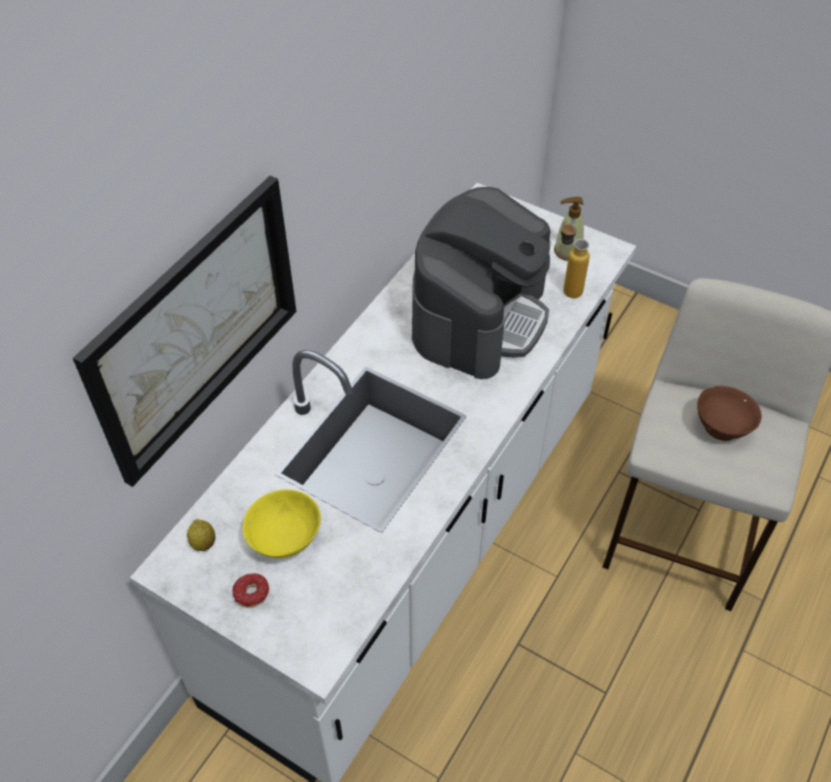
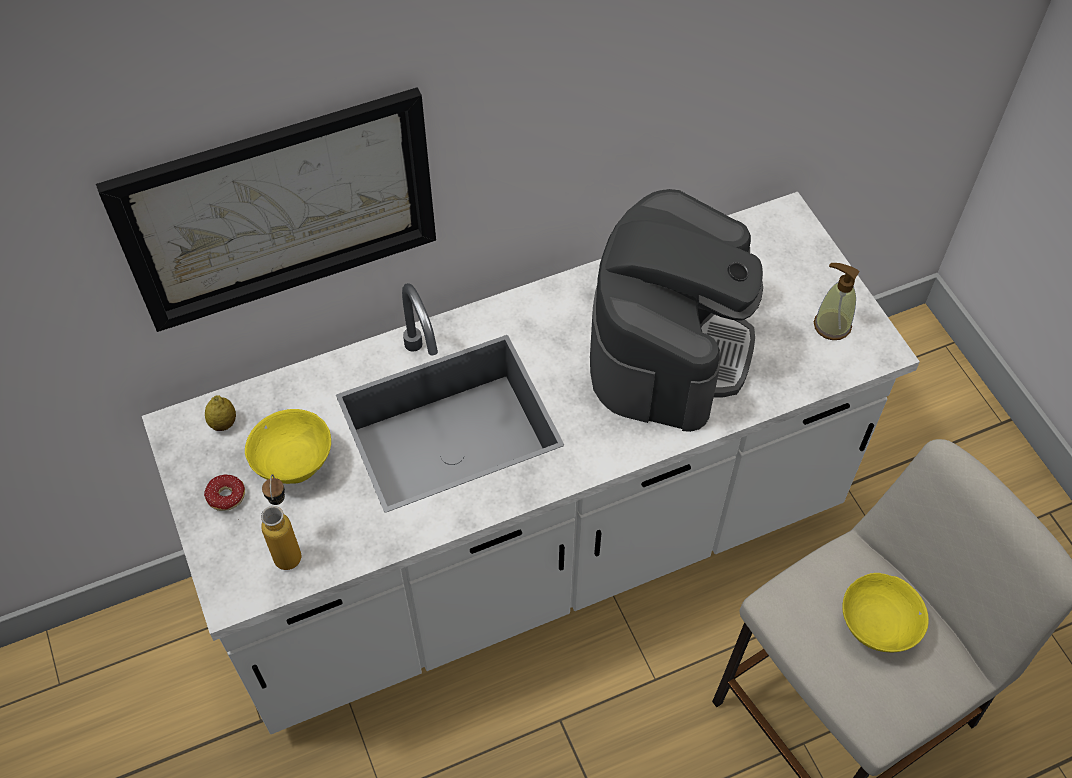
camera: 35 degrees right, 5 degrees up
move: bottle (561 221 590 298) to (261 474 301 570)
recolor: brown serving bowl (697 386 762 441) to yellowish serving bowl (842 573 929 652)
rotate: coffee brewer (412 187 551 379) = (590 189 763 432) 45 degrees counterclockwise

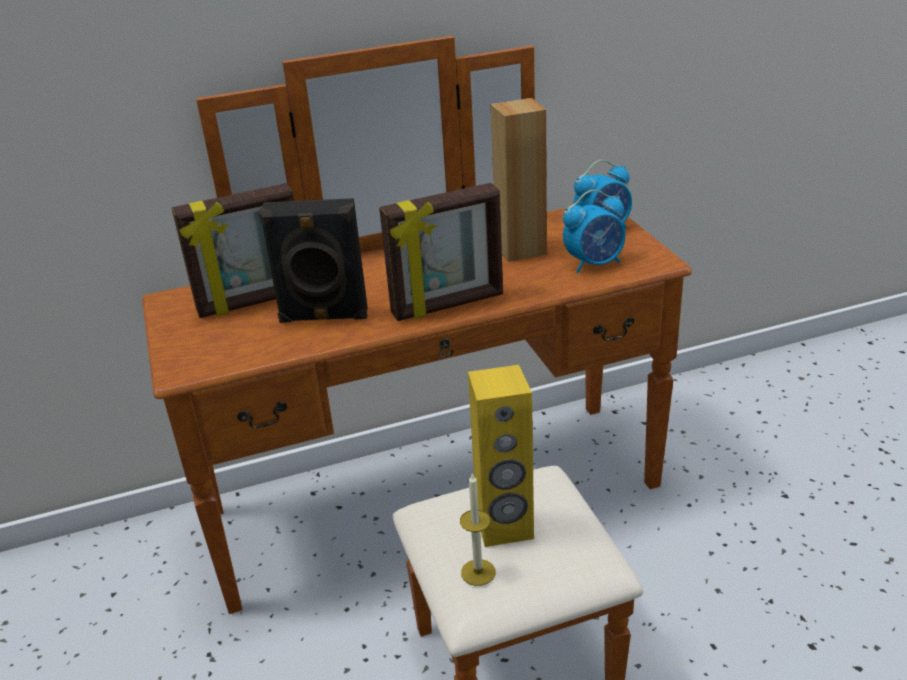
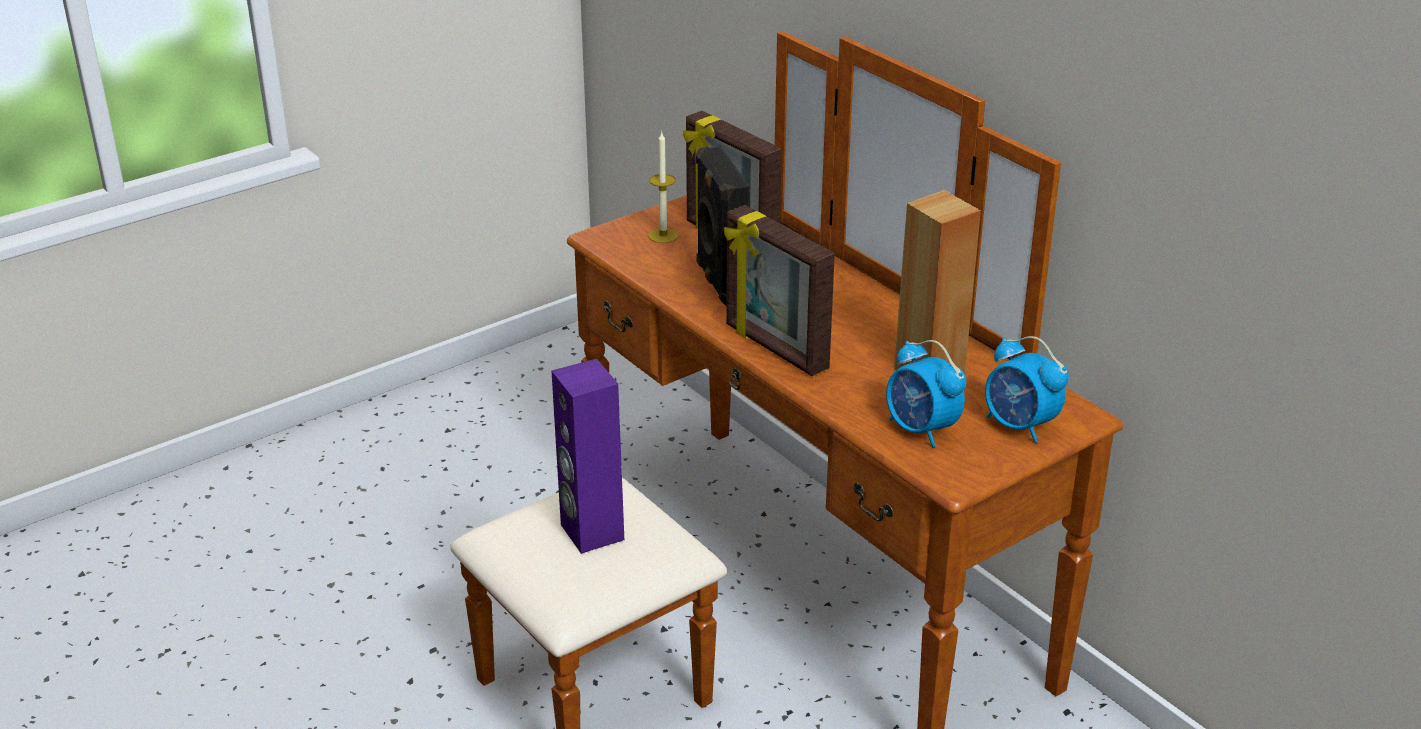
camera: 70 degrees right, 0 degrees up
move: wax light (460 474 496 586) to (648 131 679 243)
recolor: yellowish loudspeaker (468 365 534 547) to purple-coloured loudspeaker (551 359 624 554)

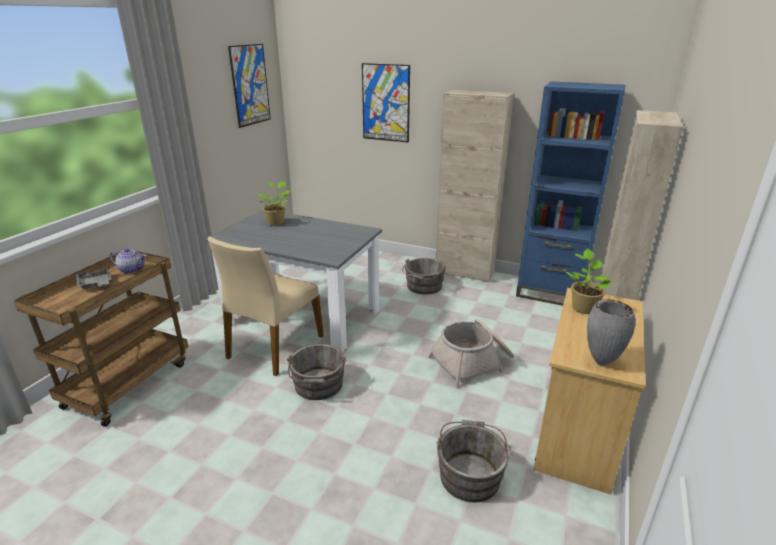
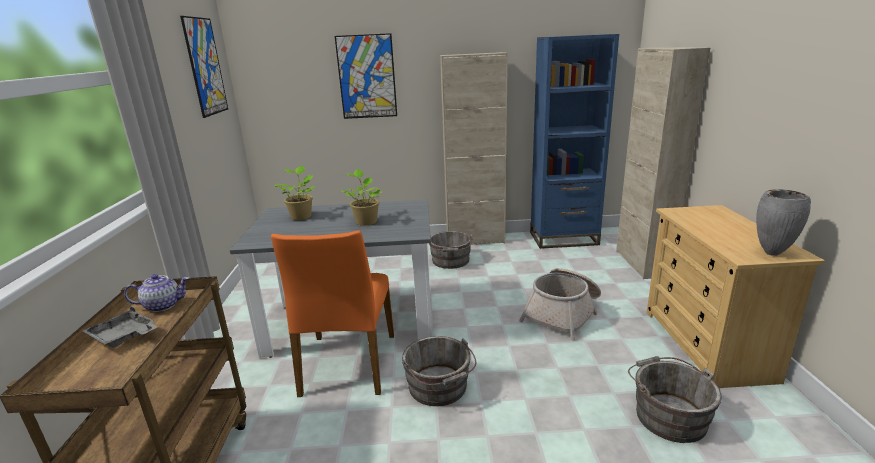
camera: 25 degrees left, 5 degrees down
move: plant in a pot (566 249 613 314) to (340 169 382 226)
recolor: beige-coloured plain chair (208 236 324 376) to orange-coloured plain chair (271 230 394 397)

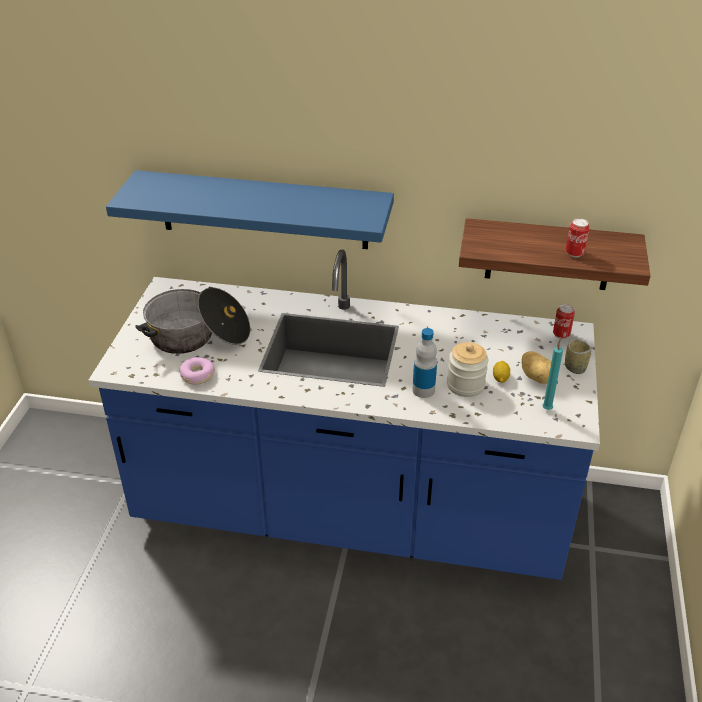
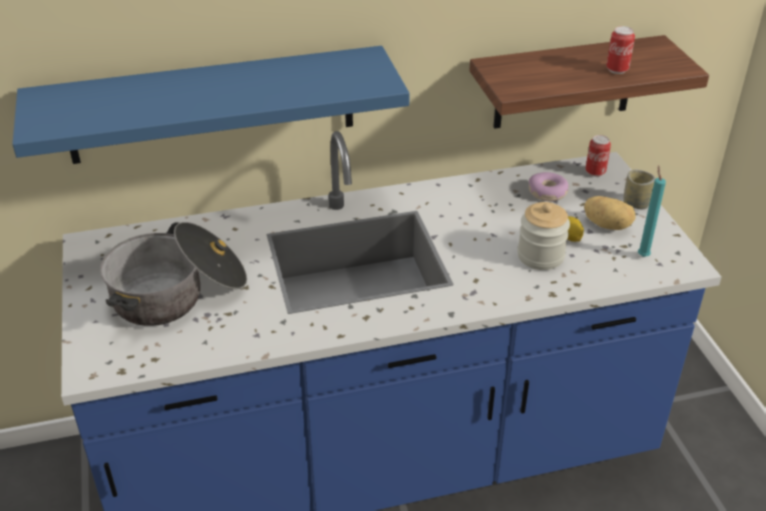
camera: 25 degrees left, 0 degrees up
delete: bottle (412 328 437 398)
move: donut (179 357 215 385) to (529 172 569 201)

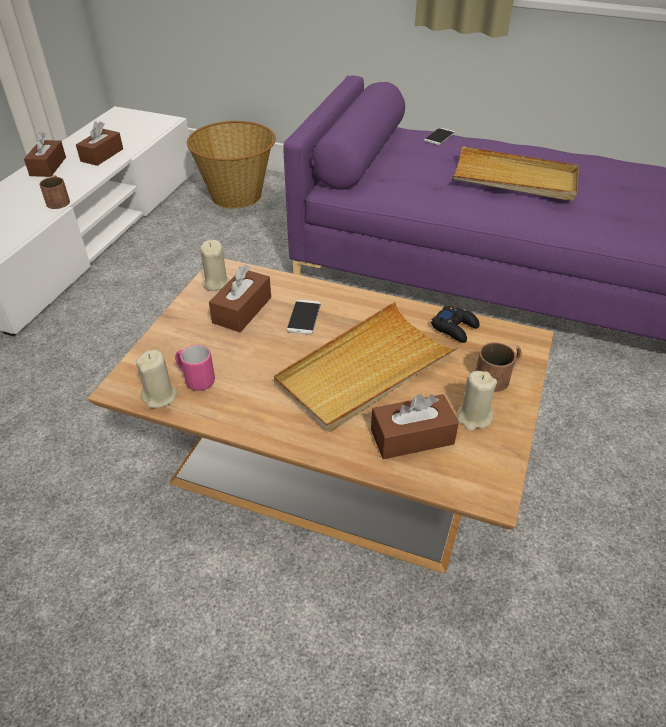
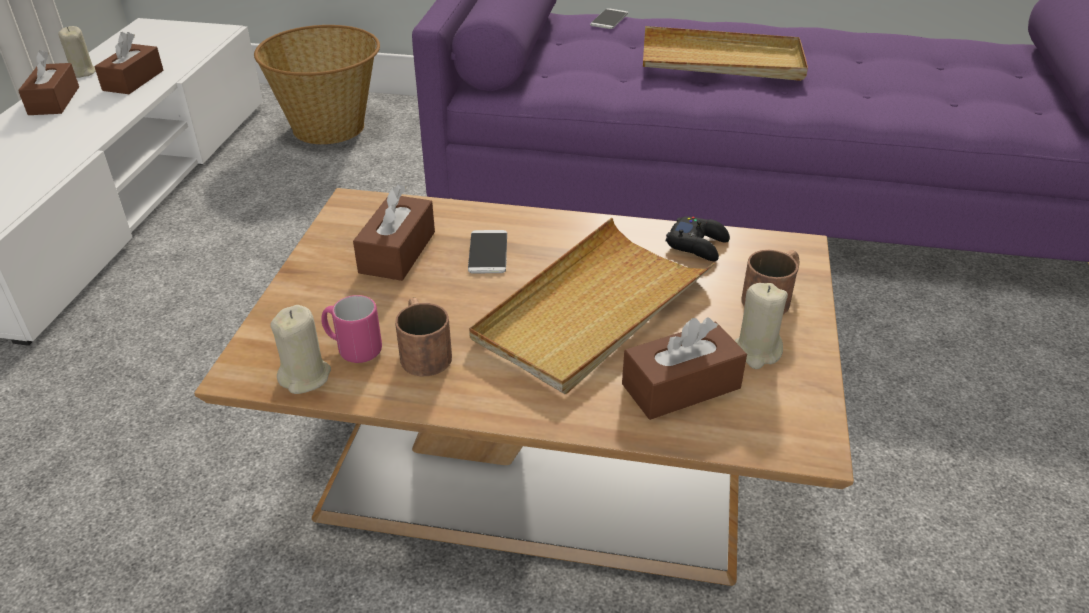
camera: 10 degrees left, 5 degrees down
move: beige-coloured wax light (200 240 230 291) to (58 26 96 78); brown coffee mug (39 175 70 209) to (395 298 452 376)

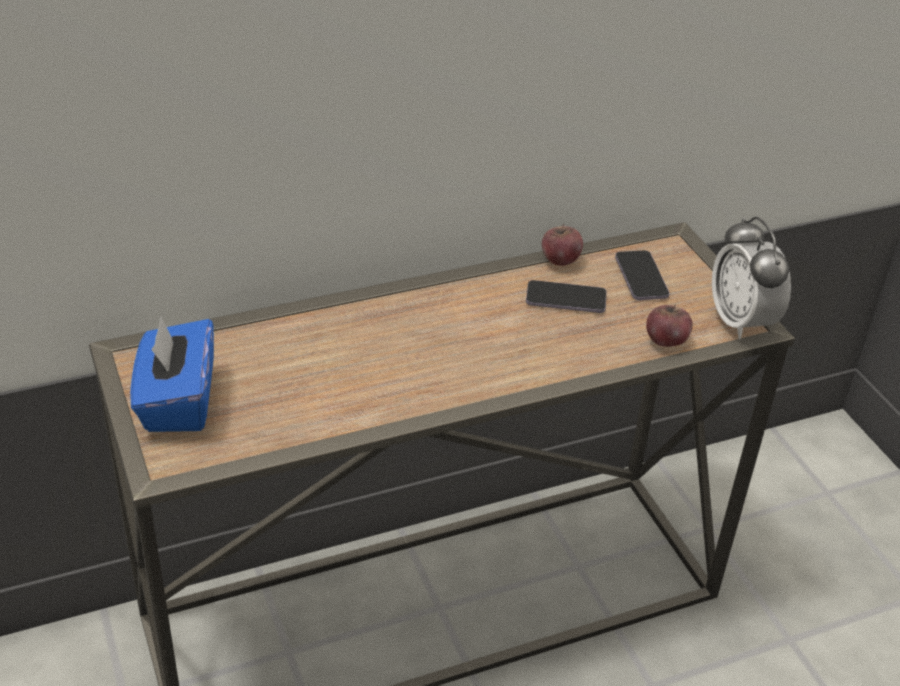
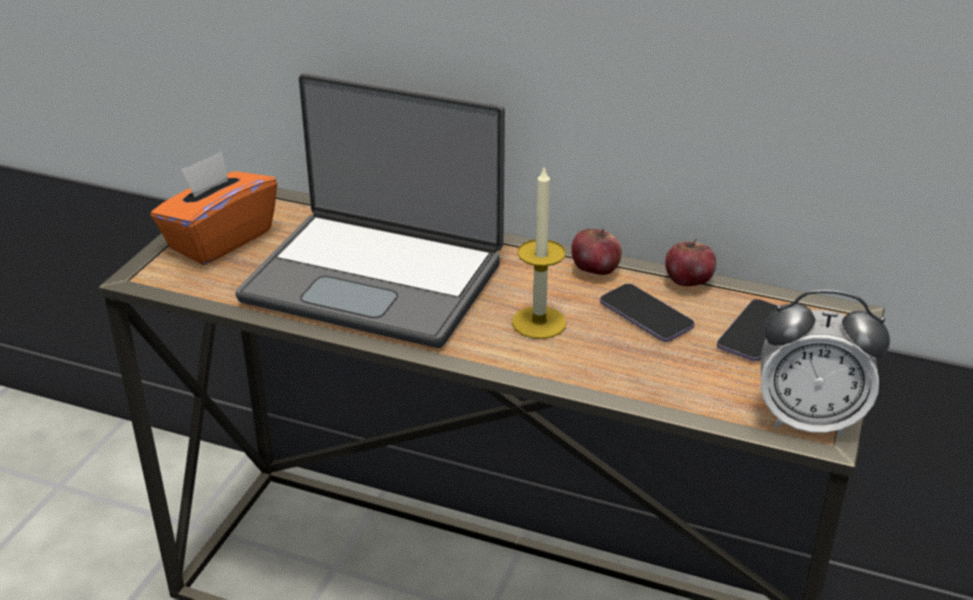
camera: 45 degrees right, 5 degrees down
insert: laptop (236 72 505 348); wax light (512 165 566 339)
move: whole apple (646 304 693 347) to (572 229 622 275)
recolor: blue tissue box (130 317 214 432) to orange-coloured tissue box (151 152 277 265)
rotate: alarm clock (712 217 791 339) = (761 290 890 437) 105 degrees counterclockwise

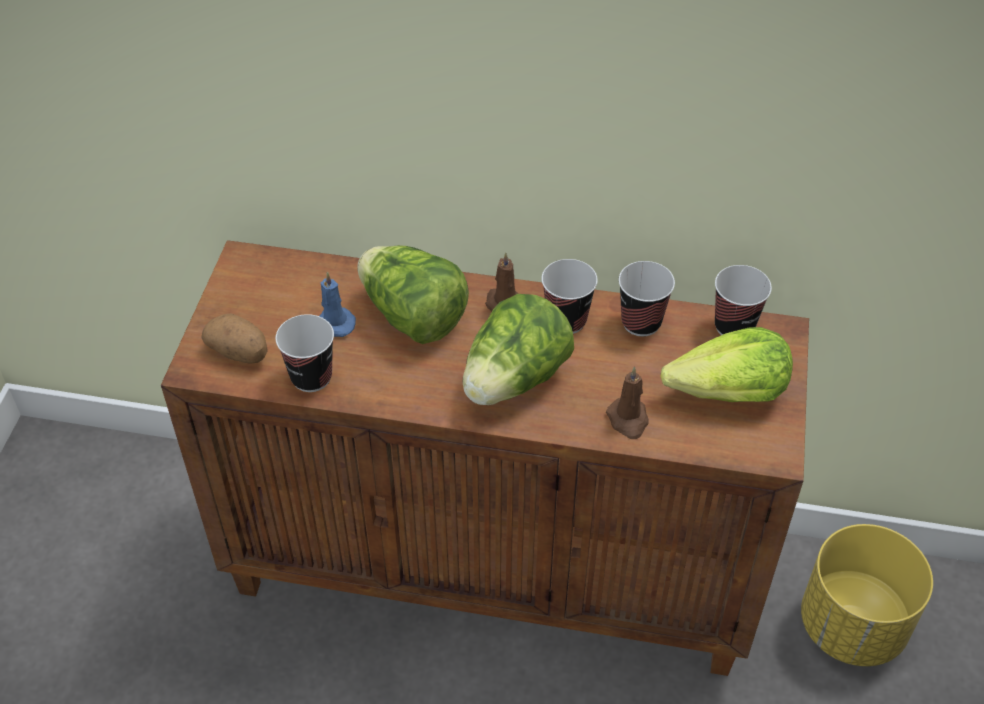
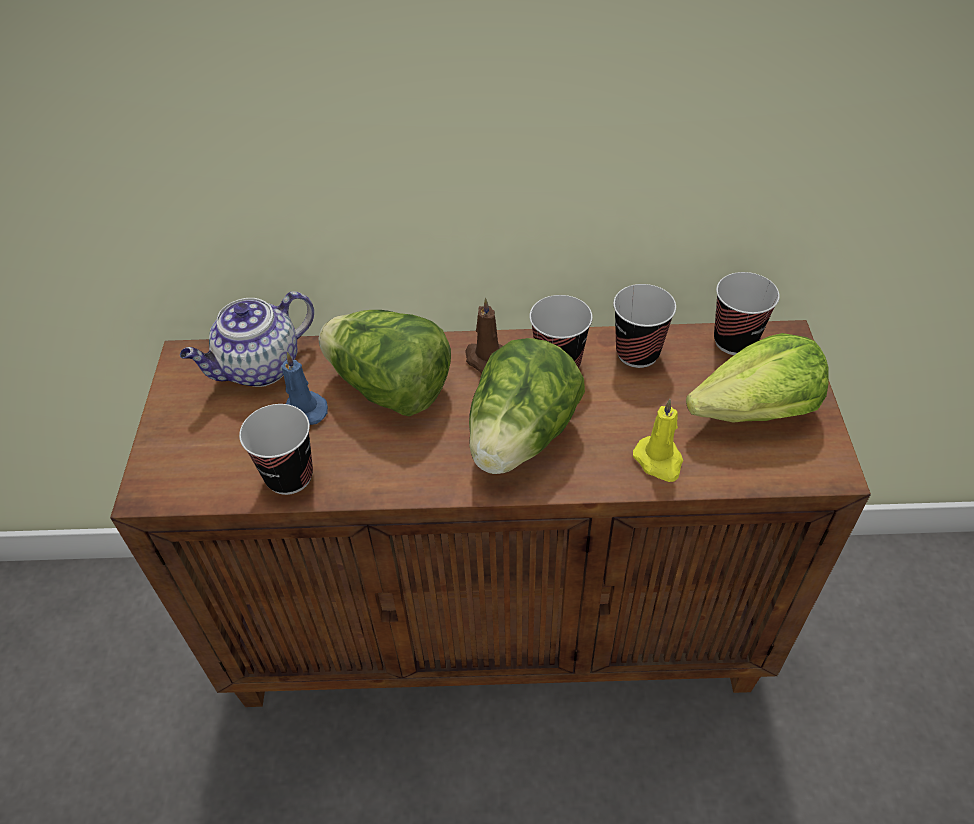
camera: 10 degrees left, 0 degrees up
delete: spud (202 313 268 363); yellowish plant pot (801 524 933 666)
insert: tea pot (180 291 314 387)
recolor: brown wax light (606 367 649 439) to yellowish wax light (633 399 683 482)

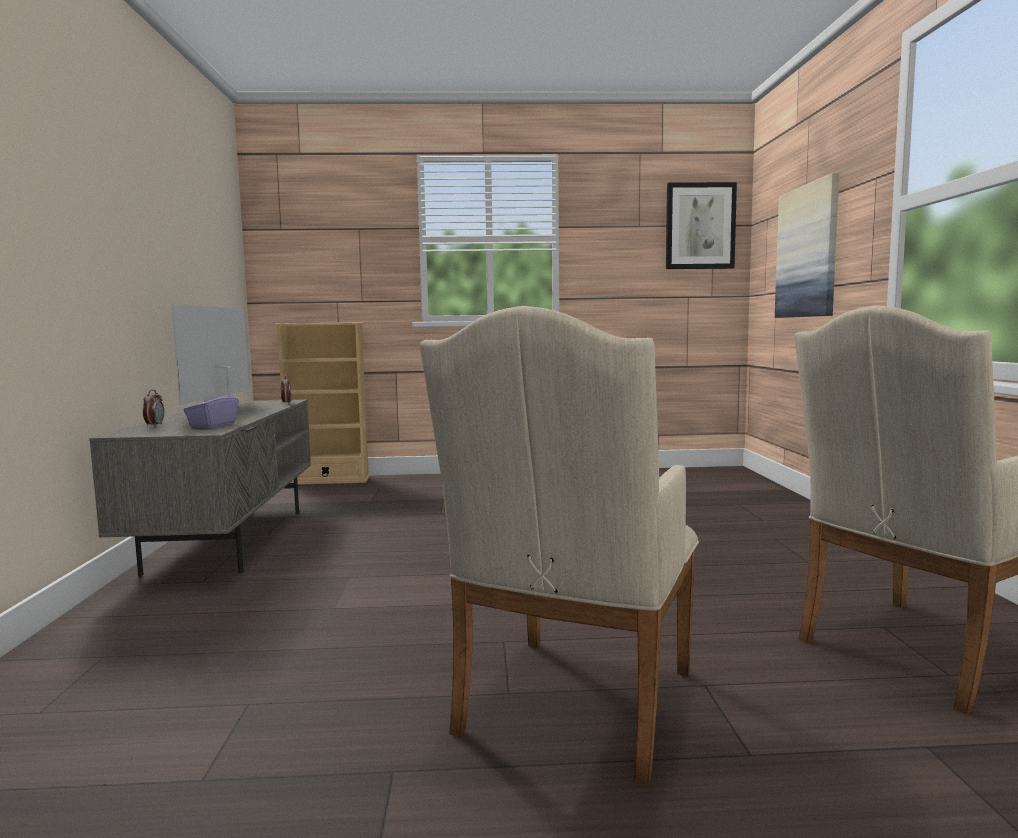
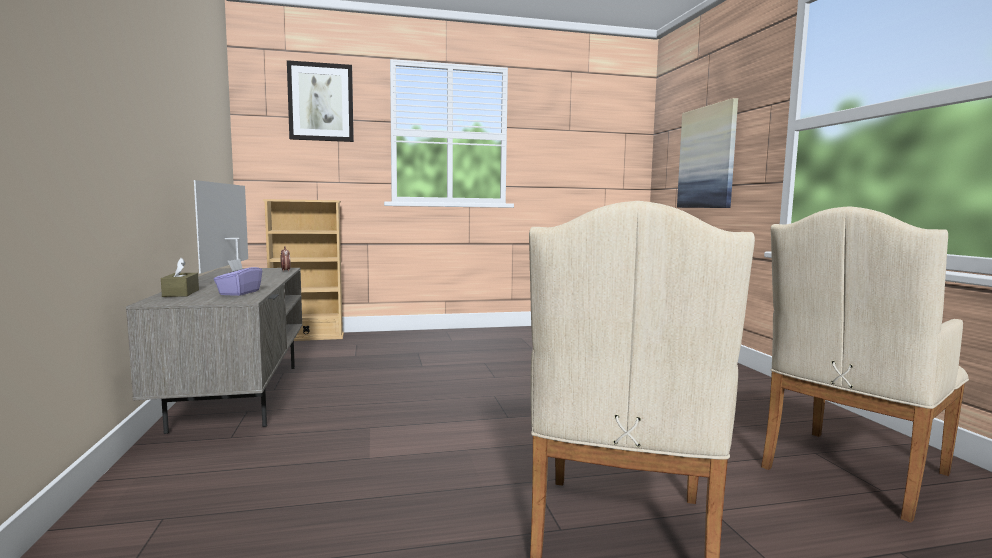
camera: 10 degrees left, 0 degrees up
move: wall picture (666 182 737 269) to (287 60 354 142)
replace: alarm clock (143 389 164 427) to brown tissue box (161 258 199 297)

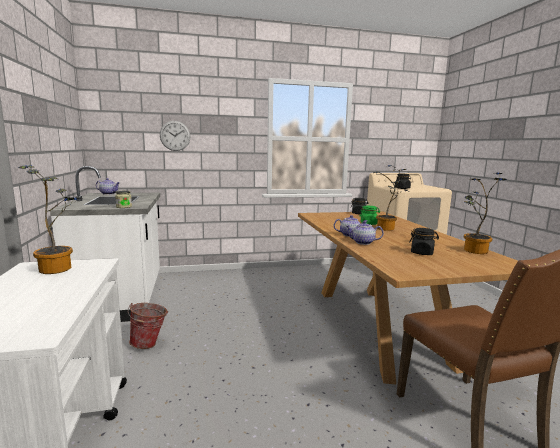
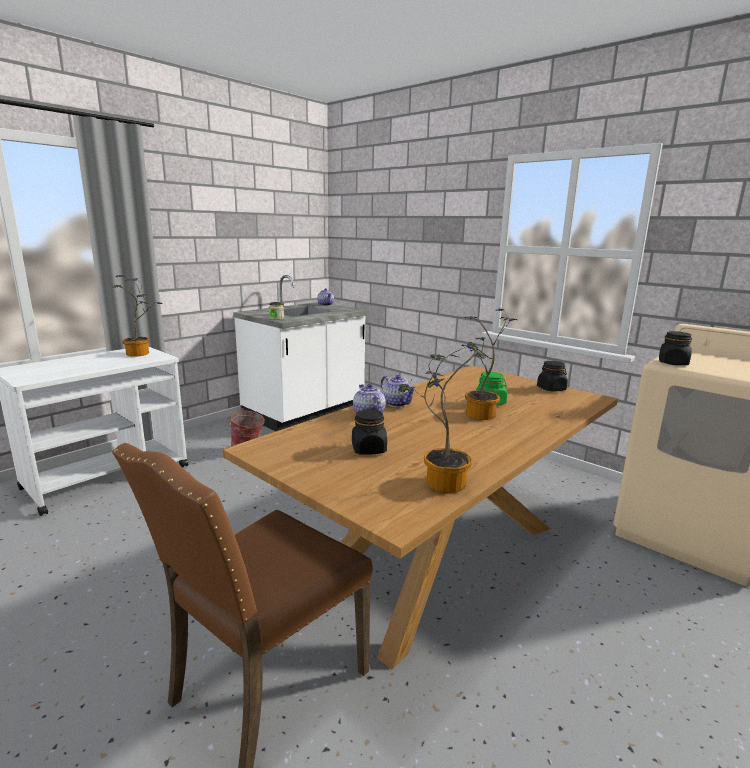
camera: 55 degrees right, 5 degrees up
delete: hanging clock (160 121 190 151)

